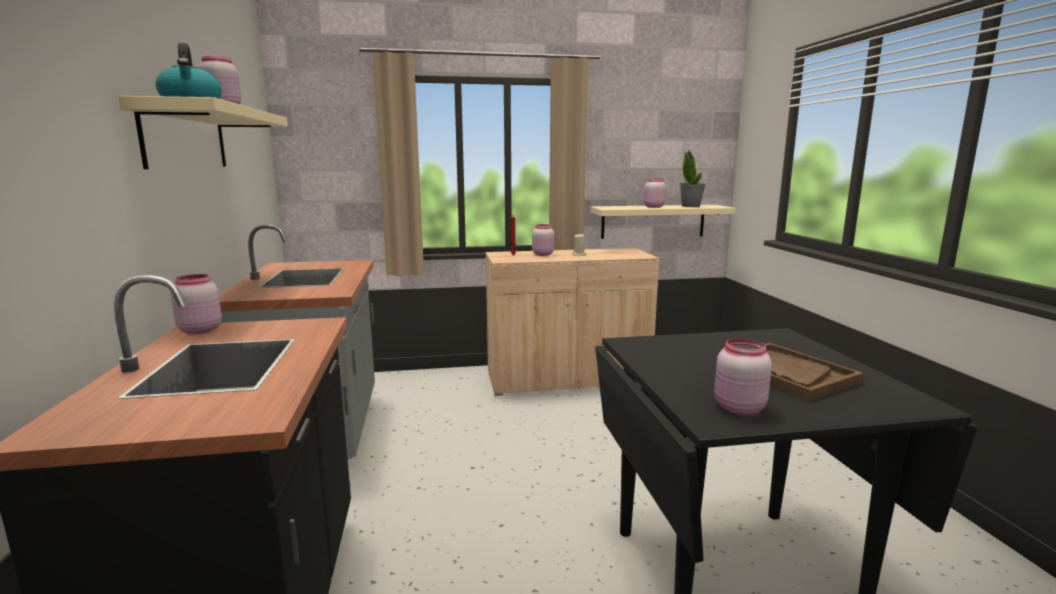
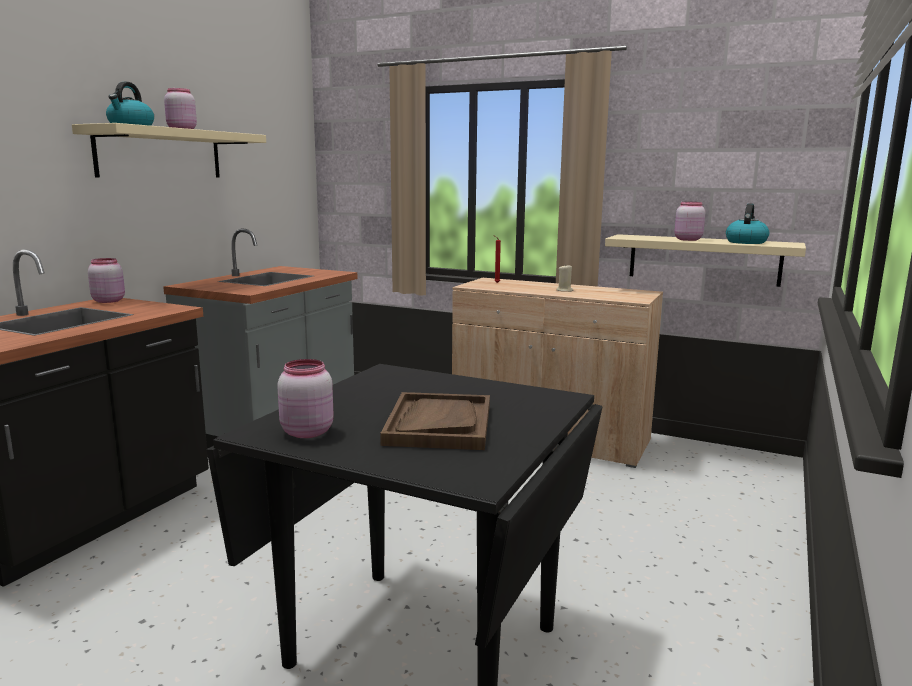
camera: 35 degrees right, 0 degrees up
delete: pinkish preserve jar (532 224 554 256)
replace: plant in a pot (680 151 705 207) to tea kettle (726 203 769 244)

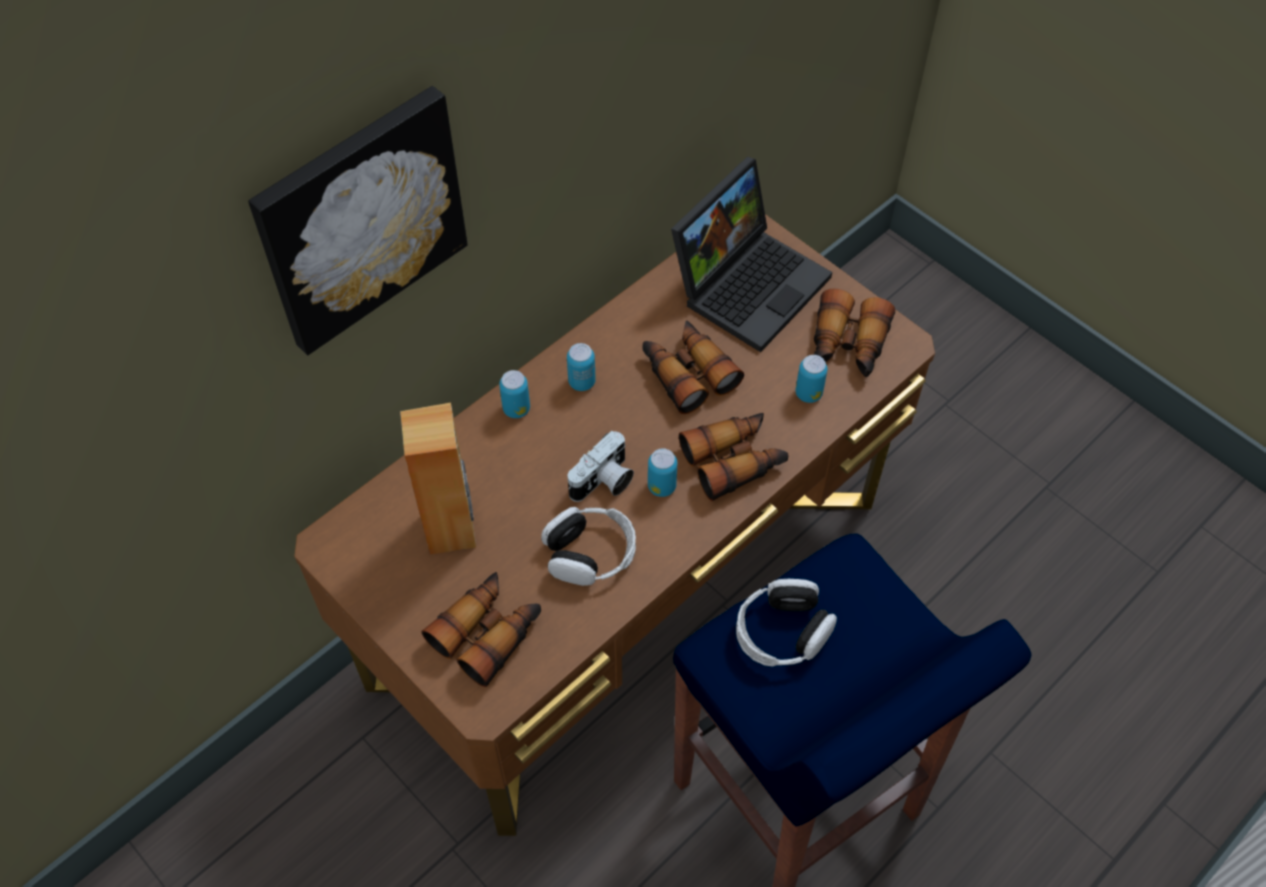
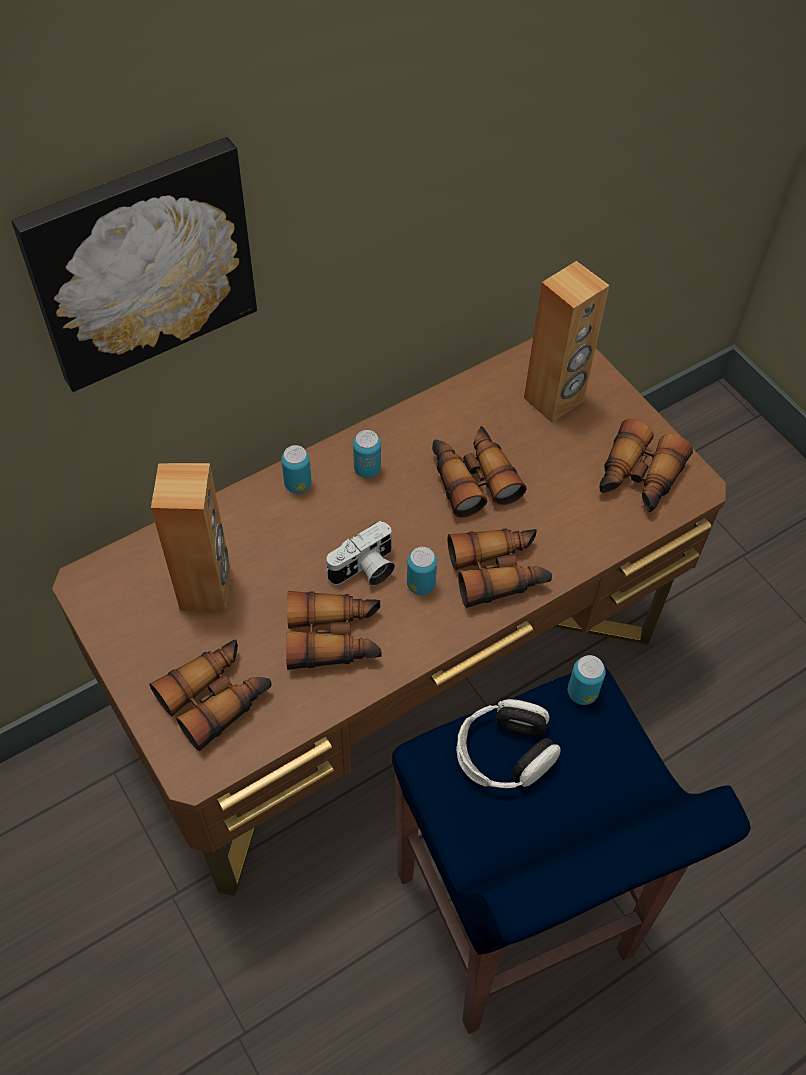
camera: 10 degrees right, 0 degrees up
move: metal can (796 355 828 403) to (568 655 606 705)
replace: headphones (541 507 636 586) to binoculars (286 591 381 670); laptop (671 157 832 352) to brown loudspeaker (524 261 609 423)

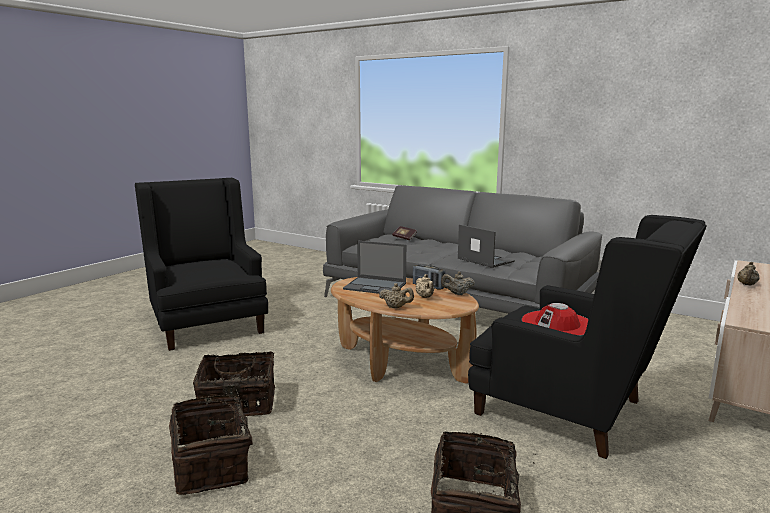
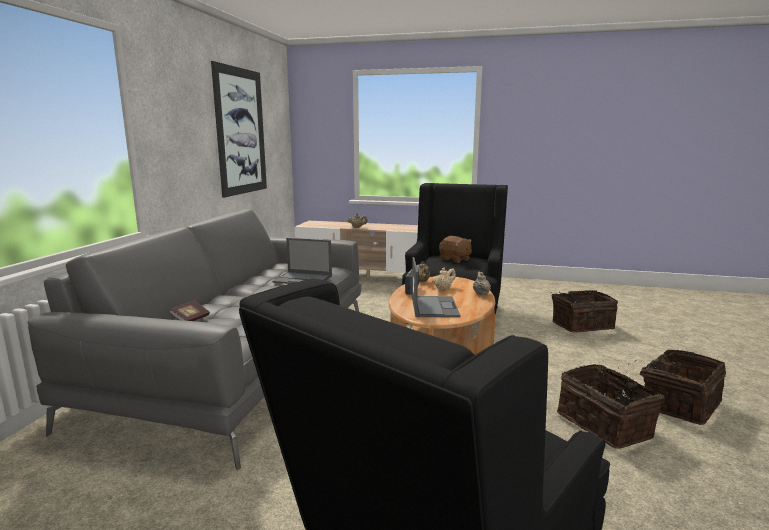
camera: 110 degrees left, 0 degrees up
insert: wall picture (211 61 267 198)
replace: red-coloured wearable hat (522 303 588 335) to brown plush toy (439 236 472 263)
rotate: laptop (458 224 515 268) = (272 238 332 284) 105 degrees counterclockwise

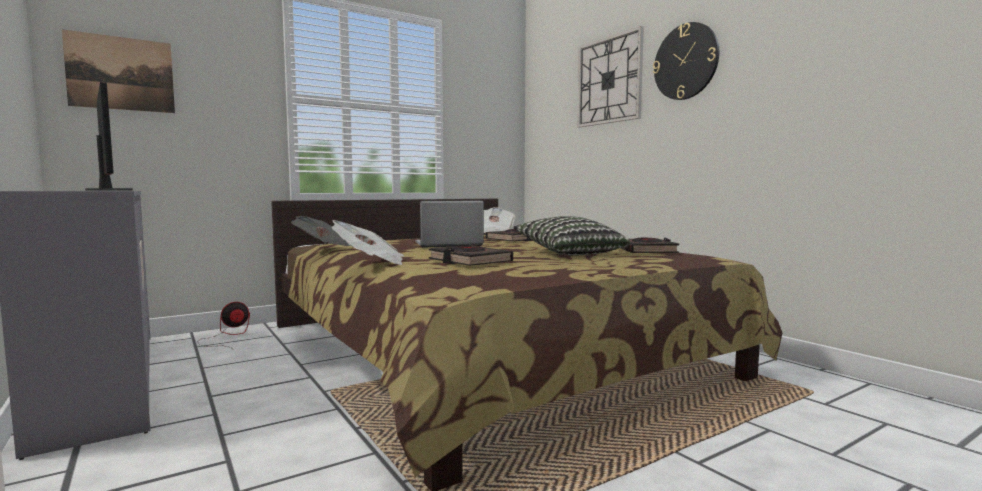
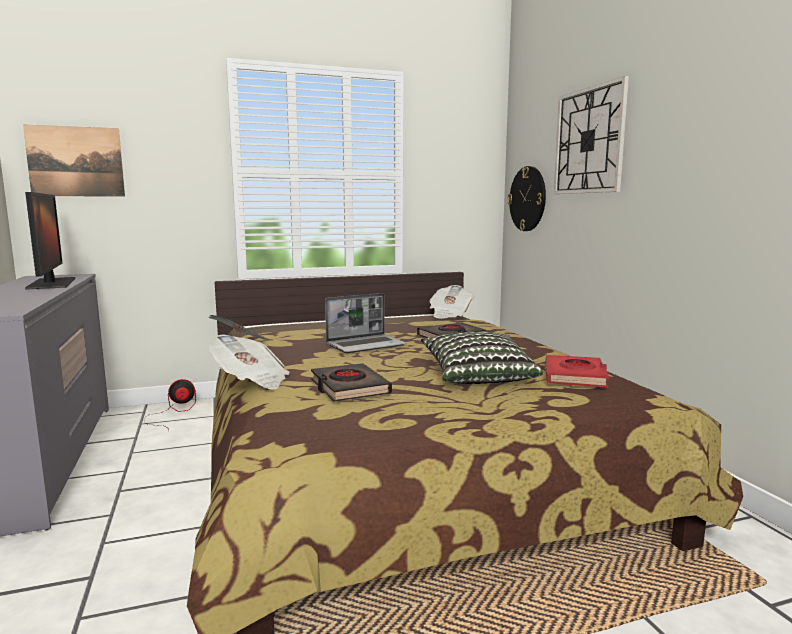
camera: 15 degrees right, 5 degrees up
move: hanging clock (653 22 719 100) to (508 166 546 231)
recolor: blackish book (621 238 679 253) to red-coloured book (545 355 609 388)
rotate: laptop (415 201 484 247) = (325 293 406 353) 150 degrees clockwise

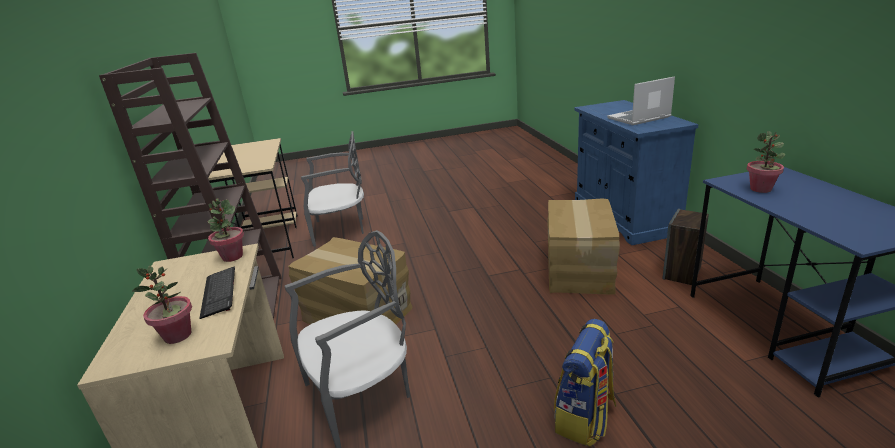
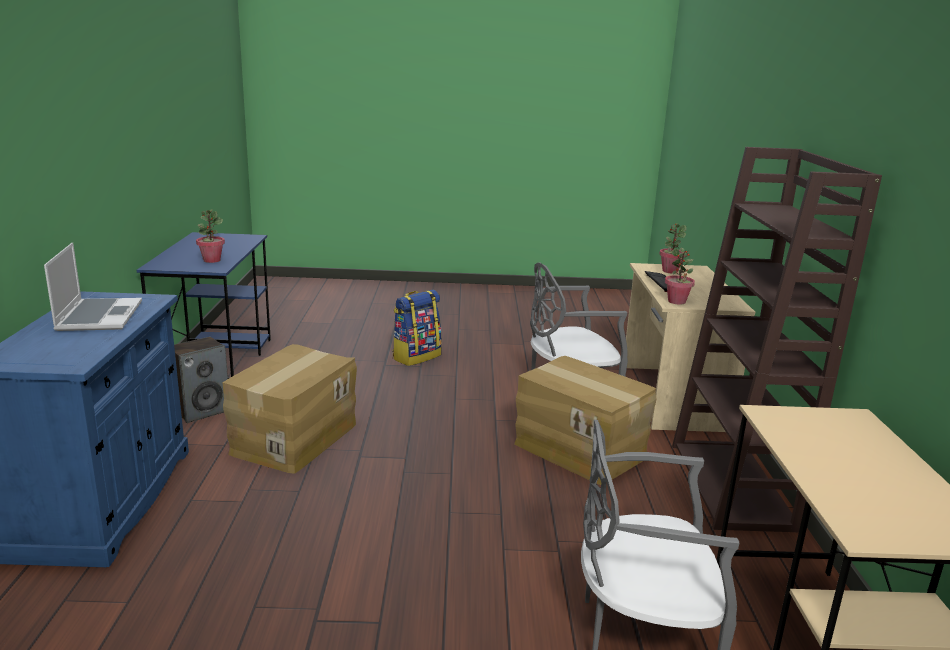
camera: 170 degrees left, 5 degrees down
rotate: laptop (607 76 675 125) = (44 243 142 331) 90 degrees counterclockwise

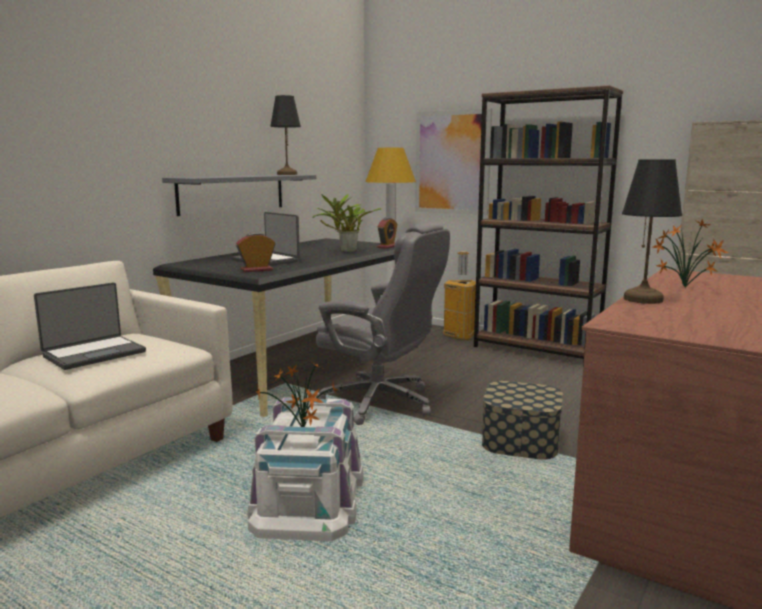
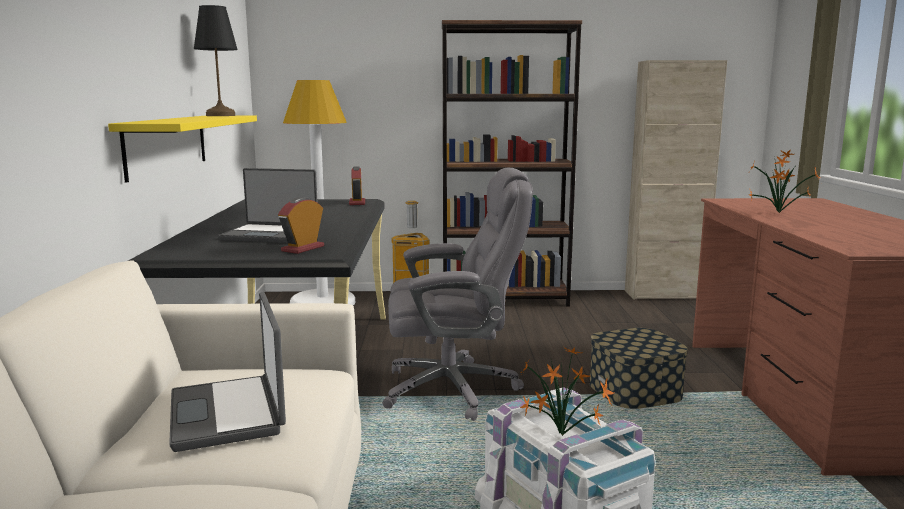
camera: 35 degrees left, 0 degrees up
delete: plant in a pot (312 194 382 253); wall picture (415 109 492 215); blackish lamp for a table (622 159 682 304)
recolor: gray wall shelf (162 175 316 216) to yellowish wall shelf (108 115 257 183)
rotate: laptop (34 283 146 370) = (169 292 286 452) 150 degrees clockwise

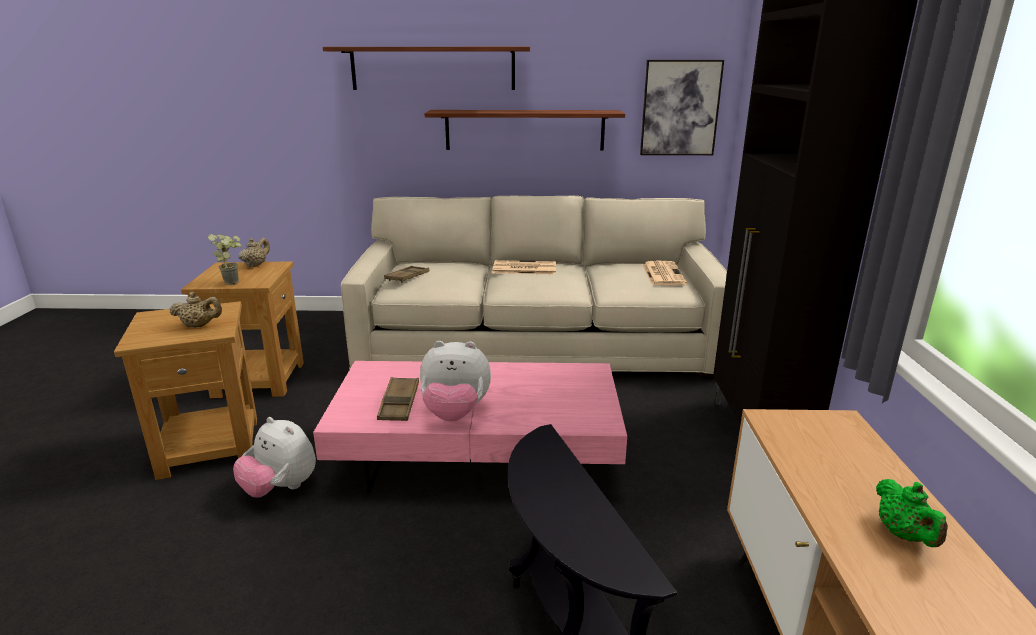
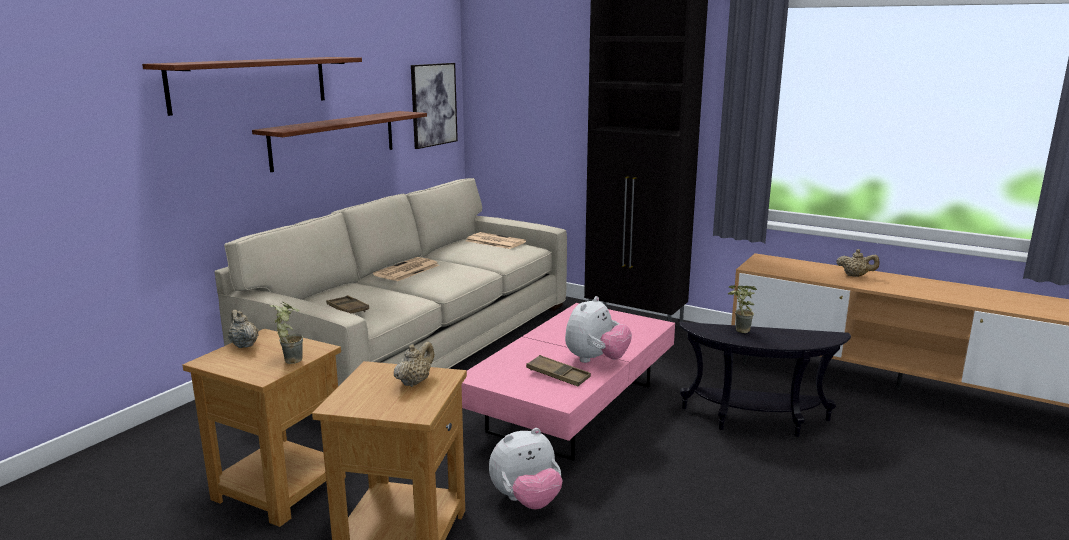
camera: 60 degrees left, 5 degrees down
insert: plant in a pot (728 285 757 333)
recolor: greenish tea pot (876 479 948 547) to beige-coloured tea pot (836 249 880 277)

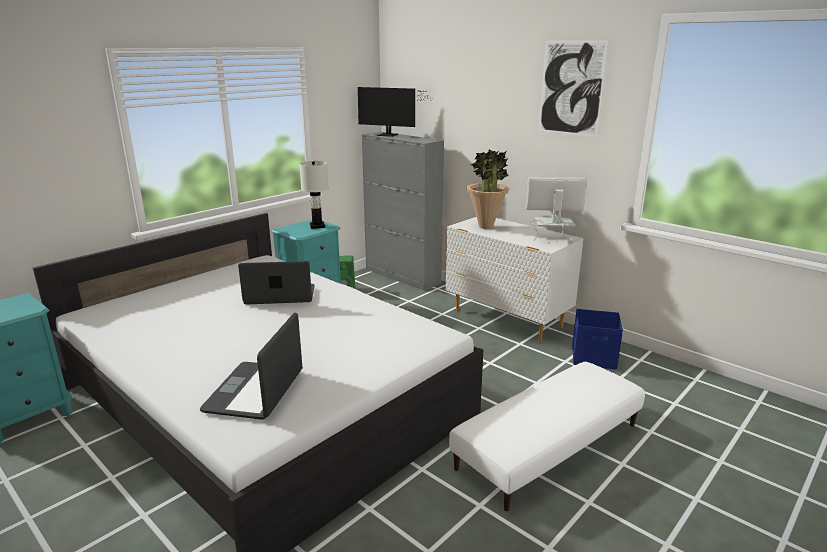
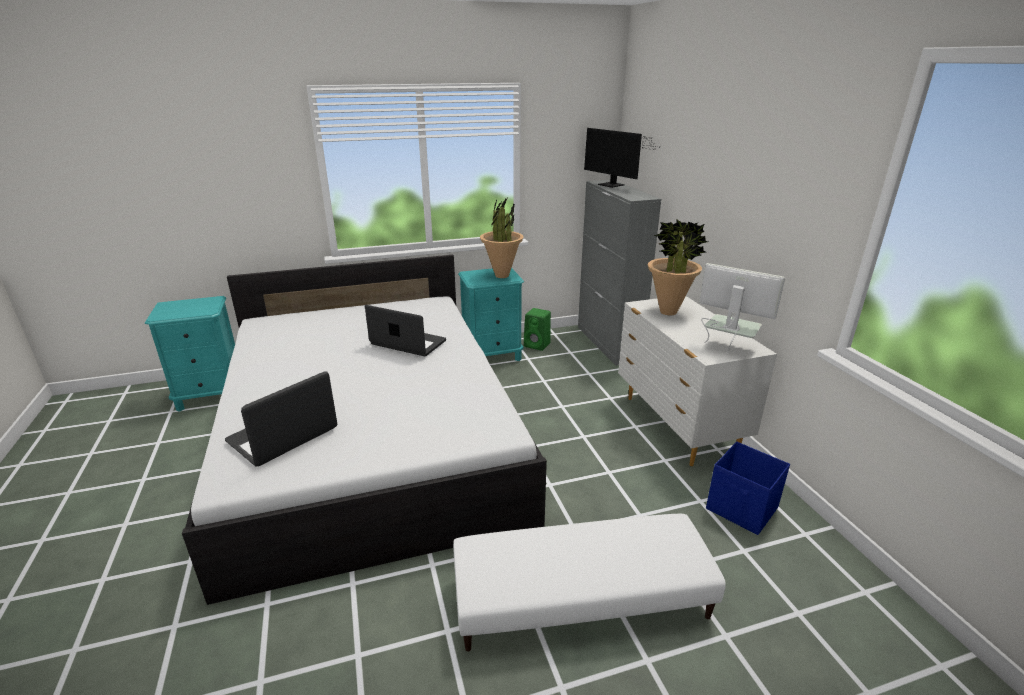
camera: 30 degrees right, 5 degrees up
delete: wall picture (539 40 609 137)
replace: white-coloured lamp for a table (299 161 329 229) to plant in a pot (480 198 524 278)

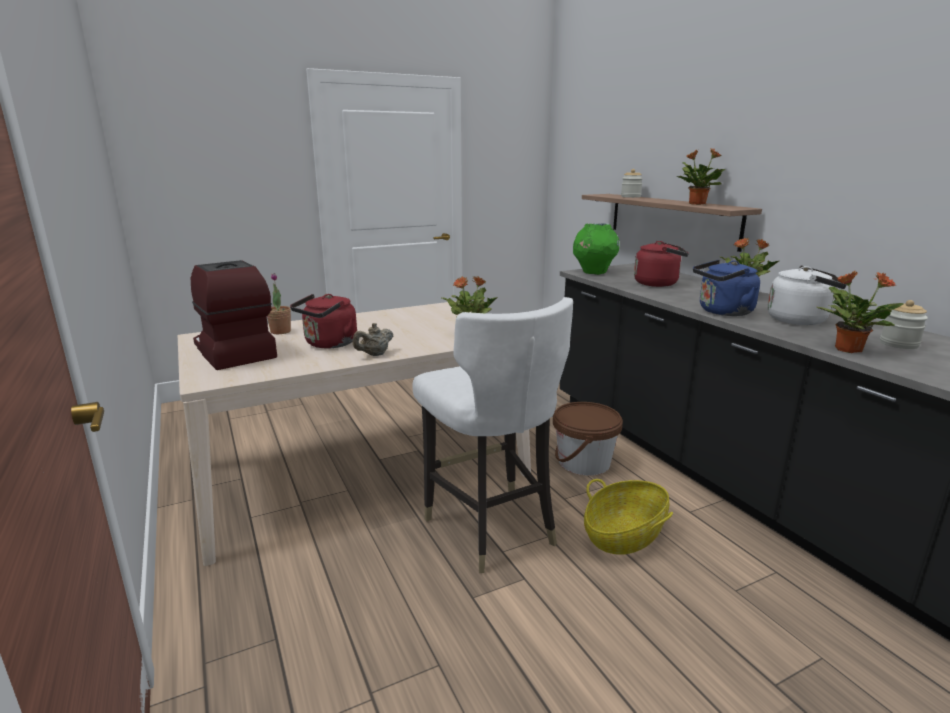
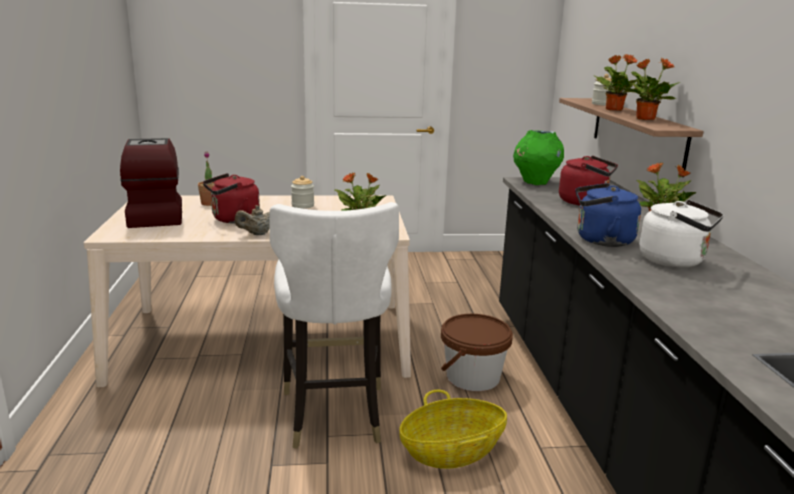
camera: 20 degrees right, 0 degrees up
move: preserve jar (880 300 928 349) to (291 176 314 209); plant in a pot (816 271 904 353) to (594 54 645 111)

